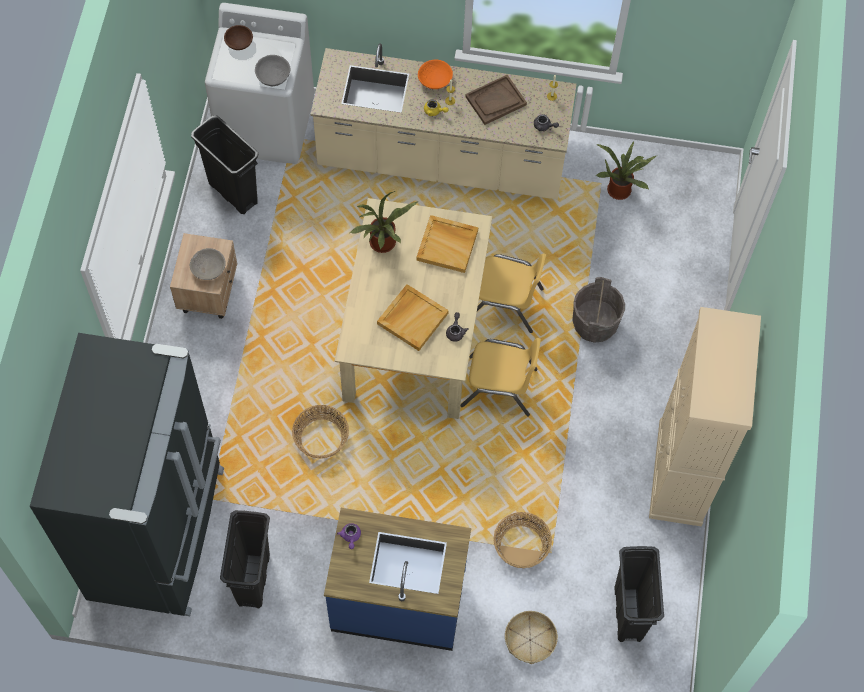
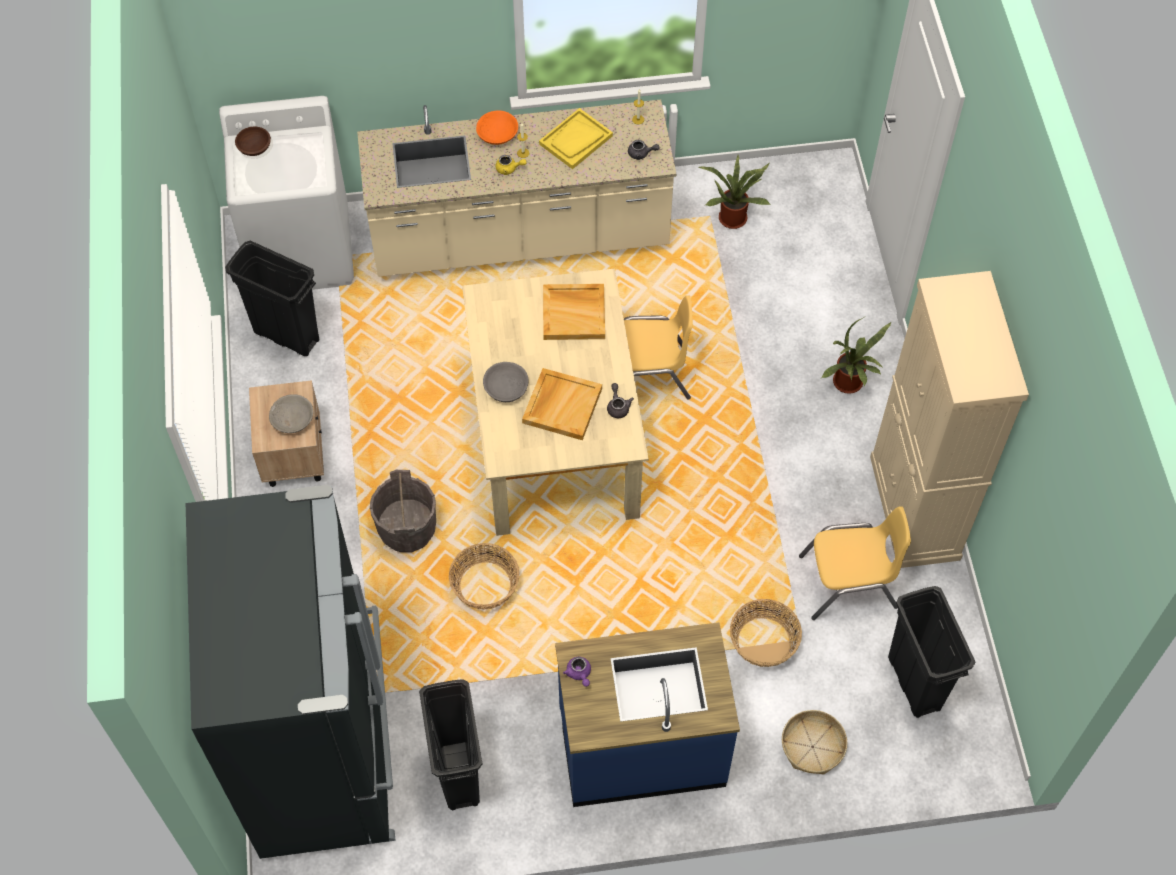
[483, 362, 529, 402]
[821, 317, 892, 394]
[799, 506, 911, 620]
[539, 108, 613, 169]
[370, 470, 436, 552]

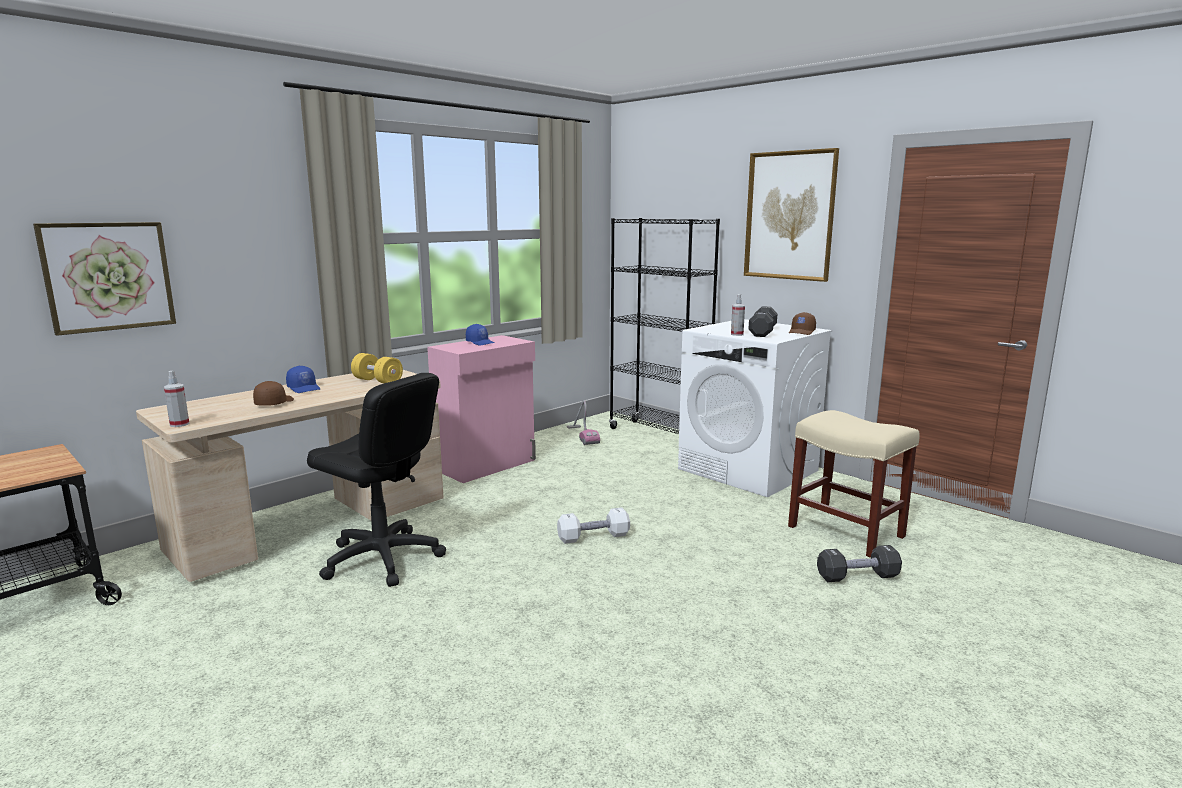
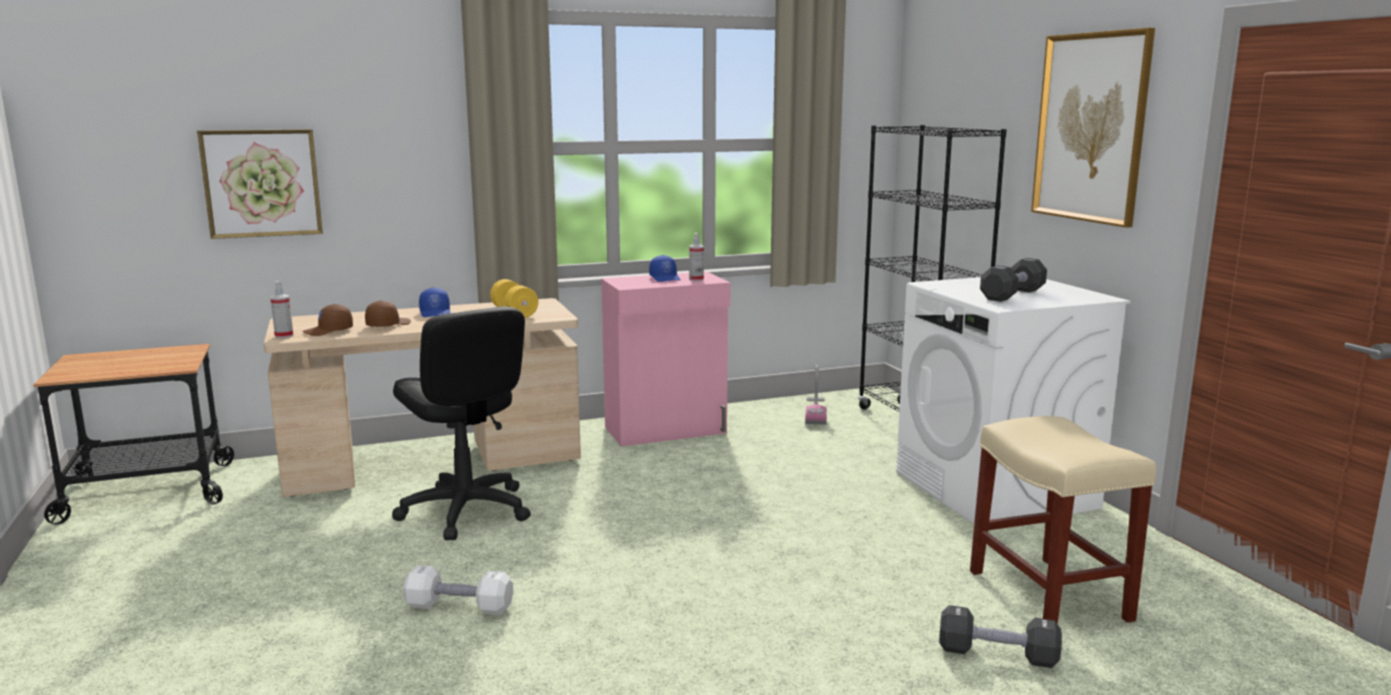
[403, 565, 513, 615]
[689, 233, 704, 281]
[302, 304, 353, 336]

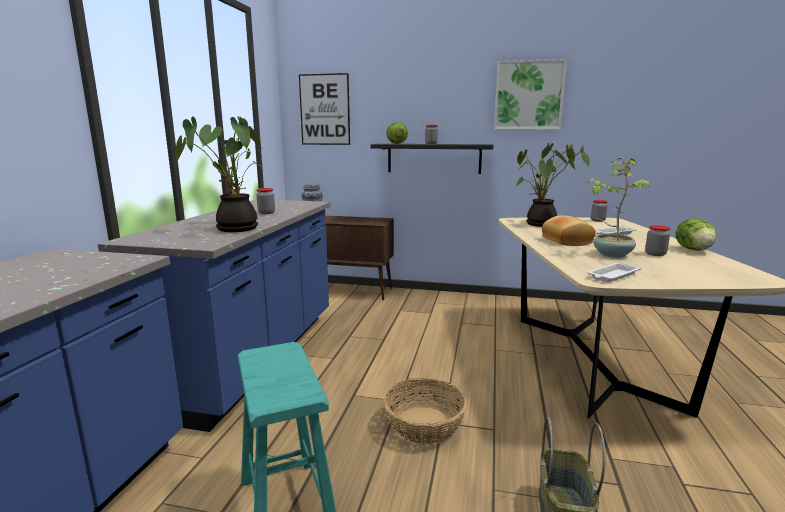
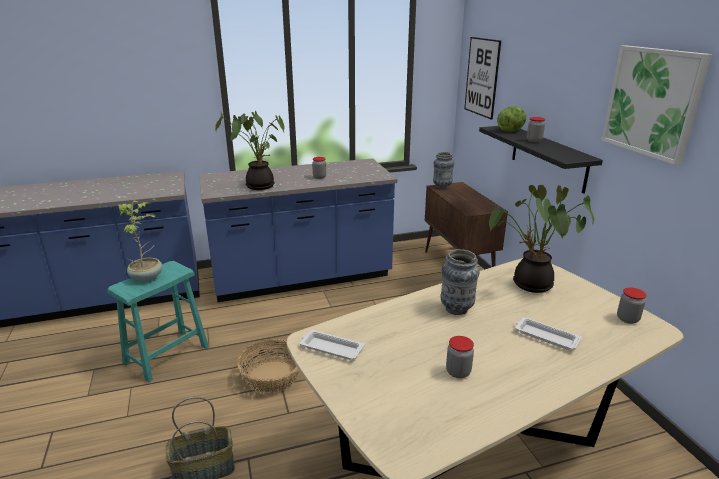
[440, 249, 480, 315]
[119, 201, 162, 282]
[676, 218, 716, 251] (first image)

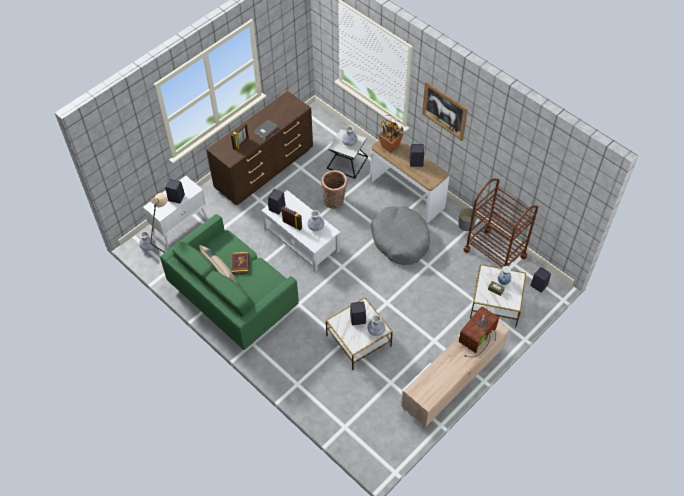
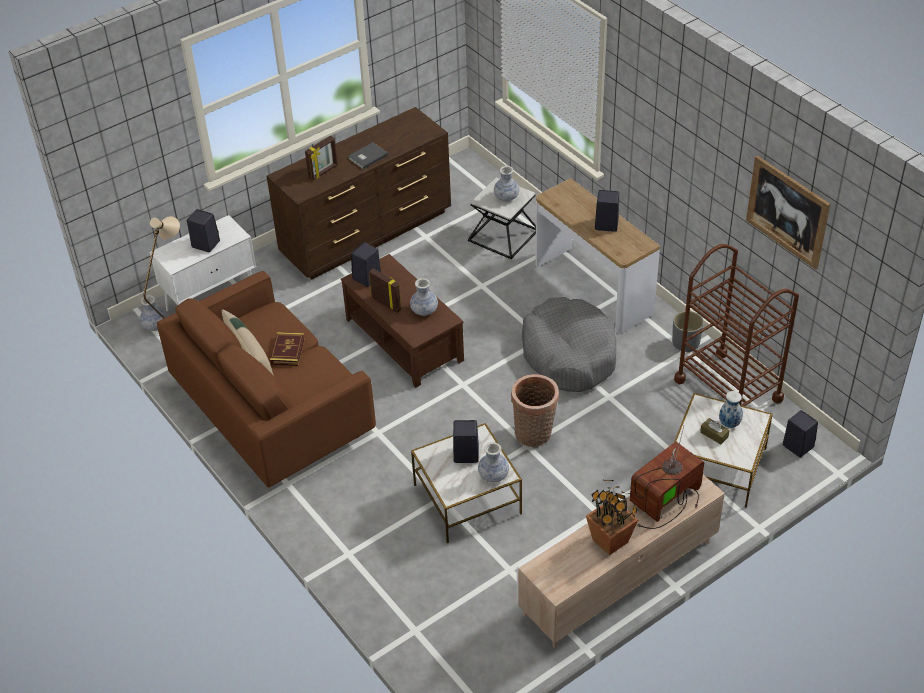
[157, 271, 376, 488]
[341, 254, 464, 388]
[511, 374, 559, 447]
[586, 480, 638, 555]
[746, 155, 830, 270]

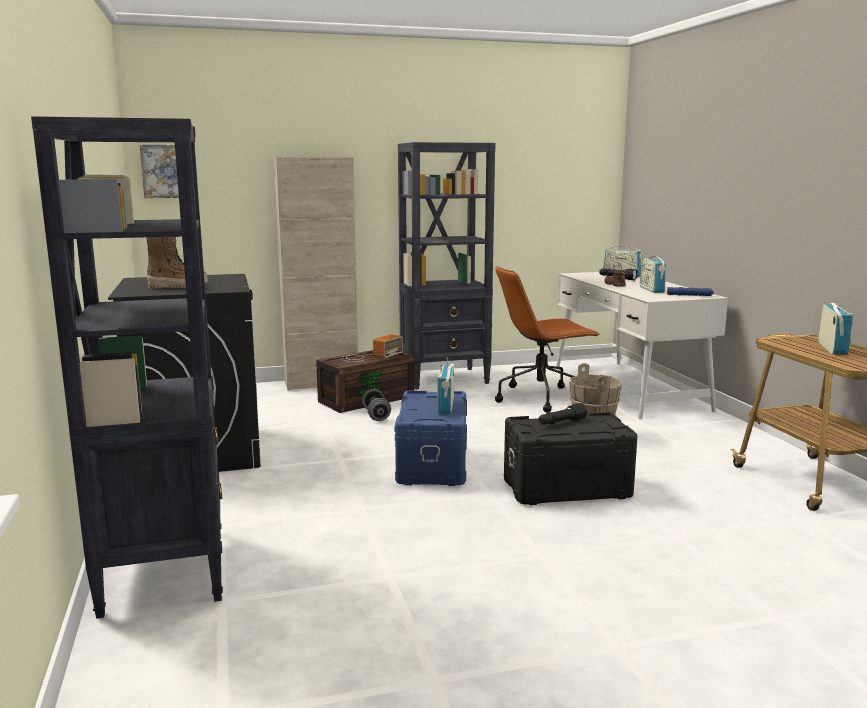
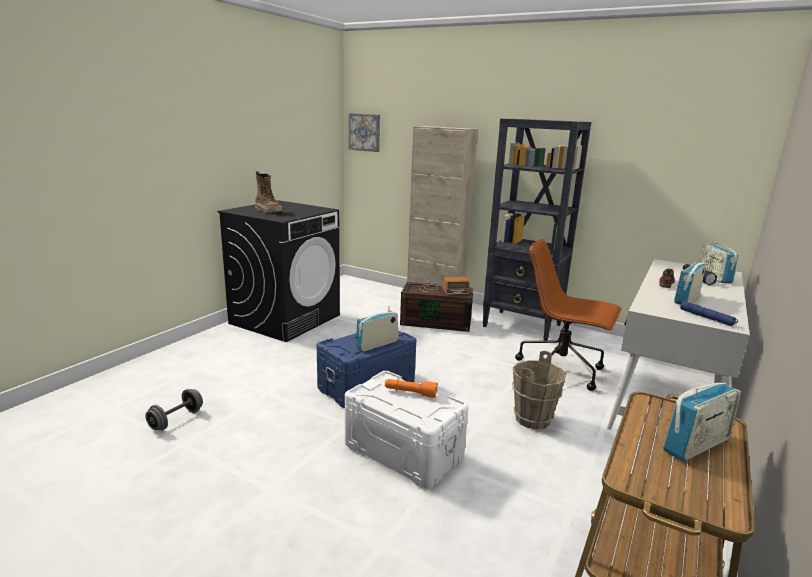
[31, 116, 223, 619] (first image)
[145, 389, 203, 430]
[345, 371, 469, 489]
[385, 378, 438, 398]

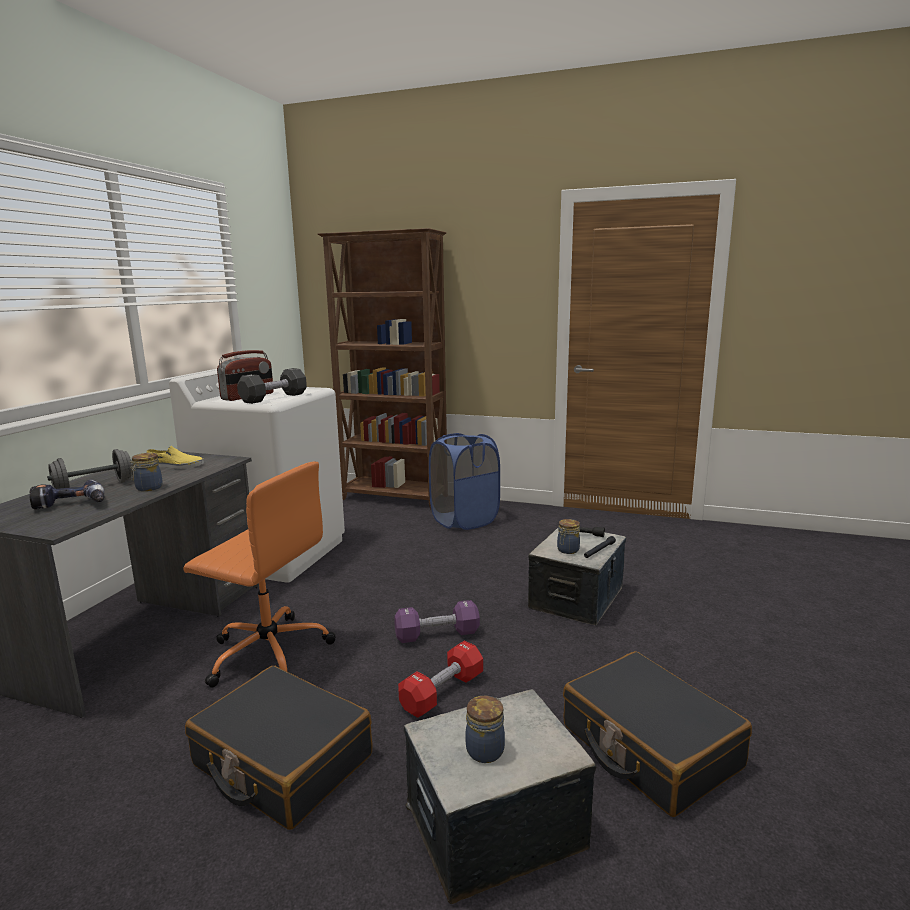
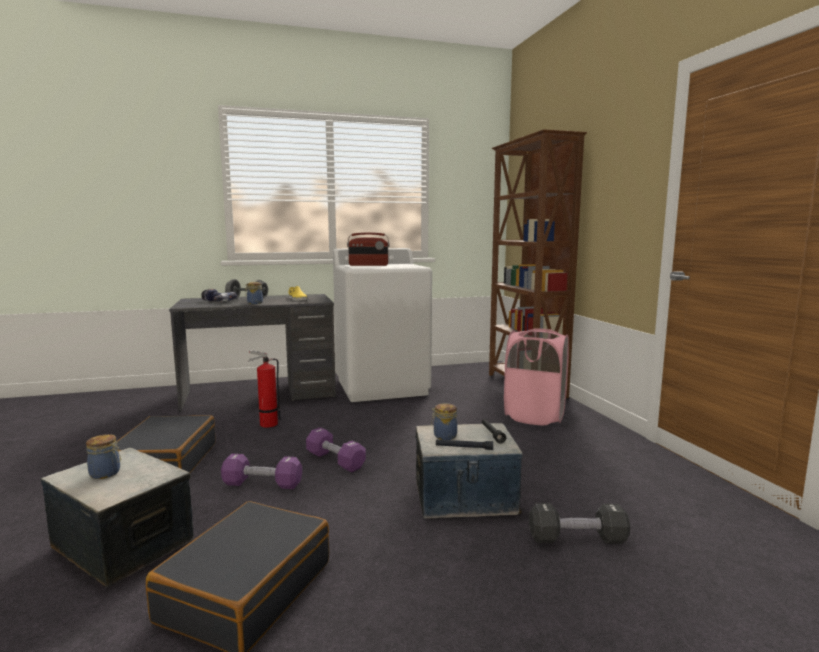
[248, 350, 281, 428]
[529, 503, 630, 544]
[221, 454, 302, 489]
[504, 328, 569, 425]

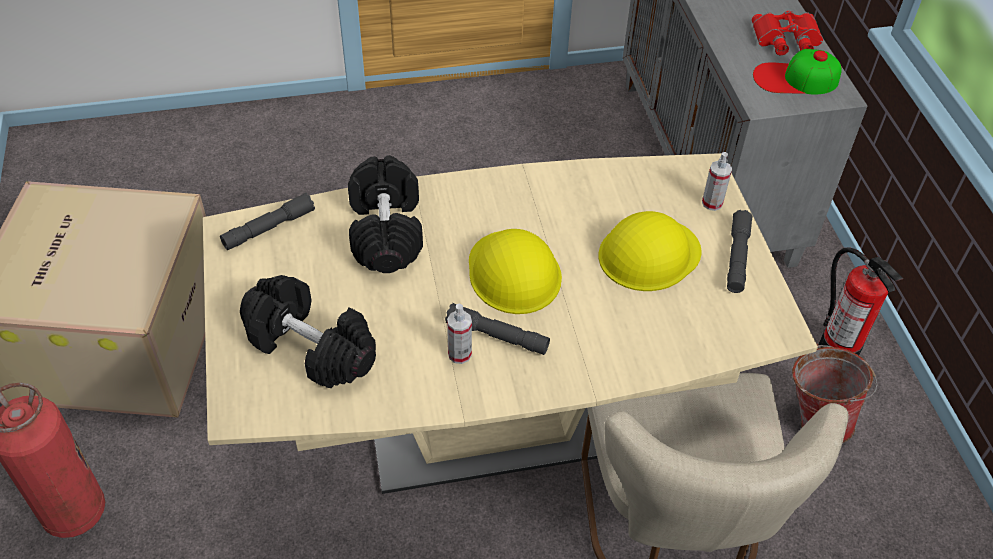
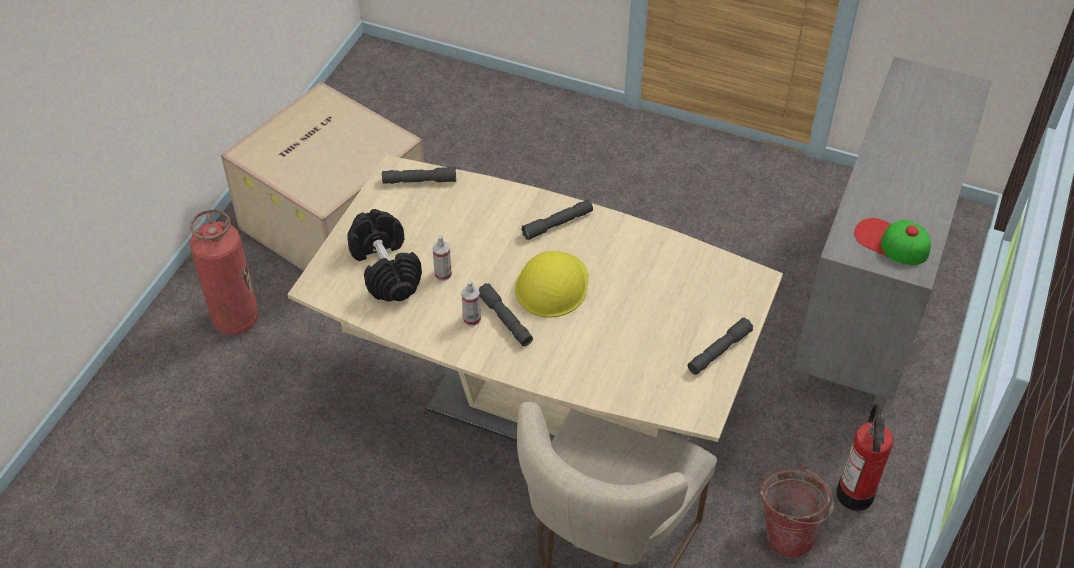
[348, 155, 423, 273] (first image)
[599, 211, 702, 291] (first image)
[432, 235, 452, 281]
[752, 10, 823, 55] (first image)
[521, 200, 593, 240]

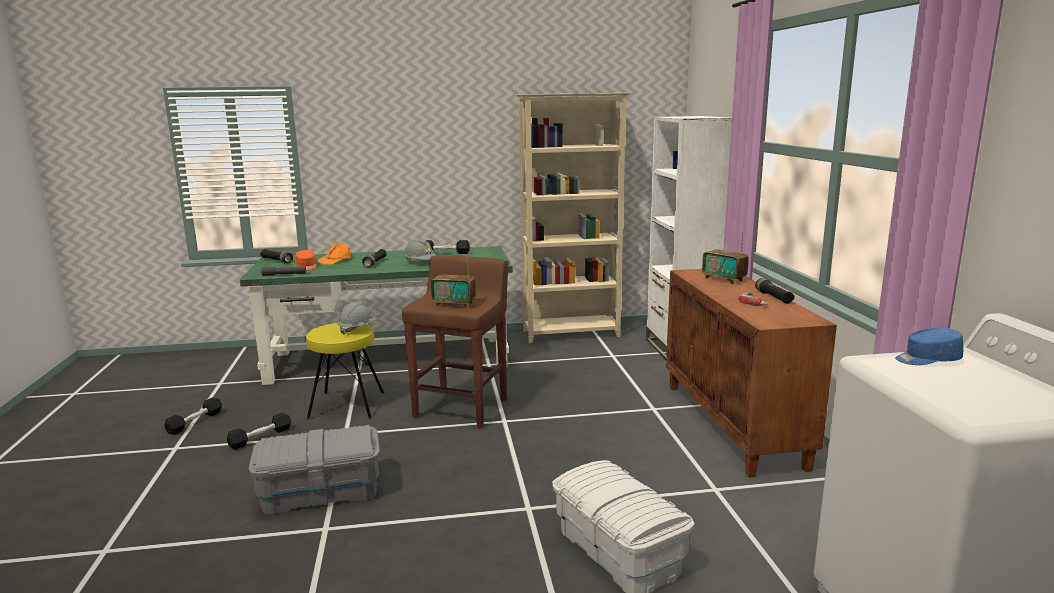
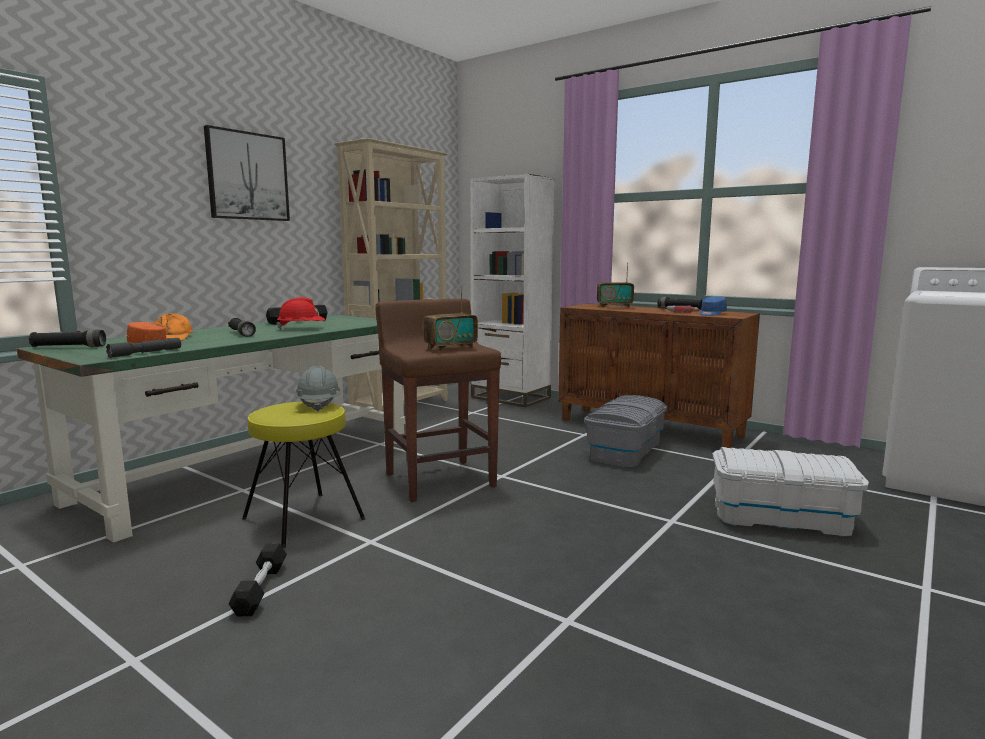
[164, 397, 222, 435] (first image)
[585, 395, 667, 467]
[276, 297, 325, 329]
[700, 296, 727, 316]
[204, 125, 290, 221]

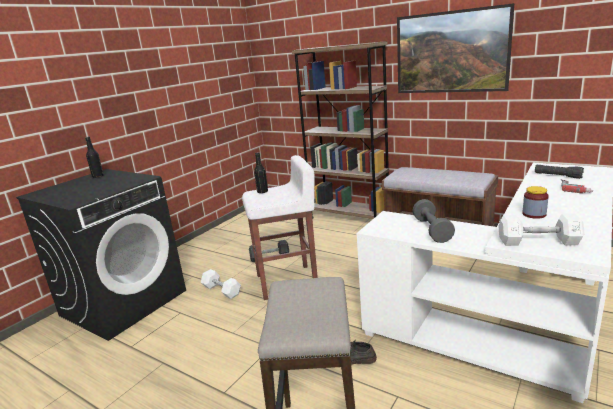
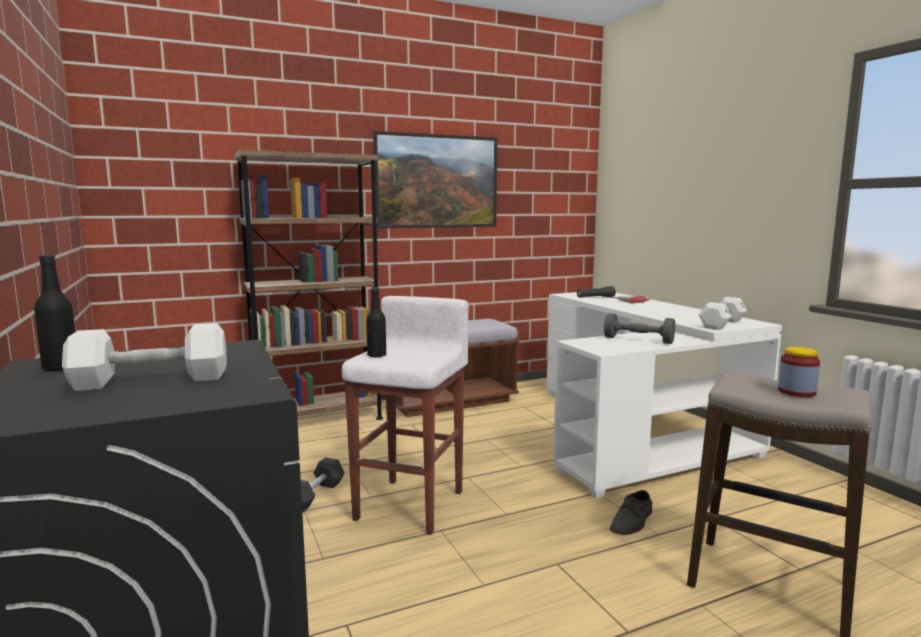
[62, 323, 227, 391]
[778, 347, 820, 397]

